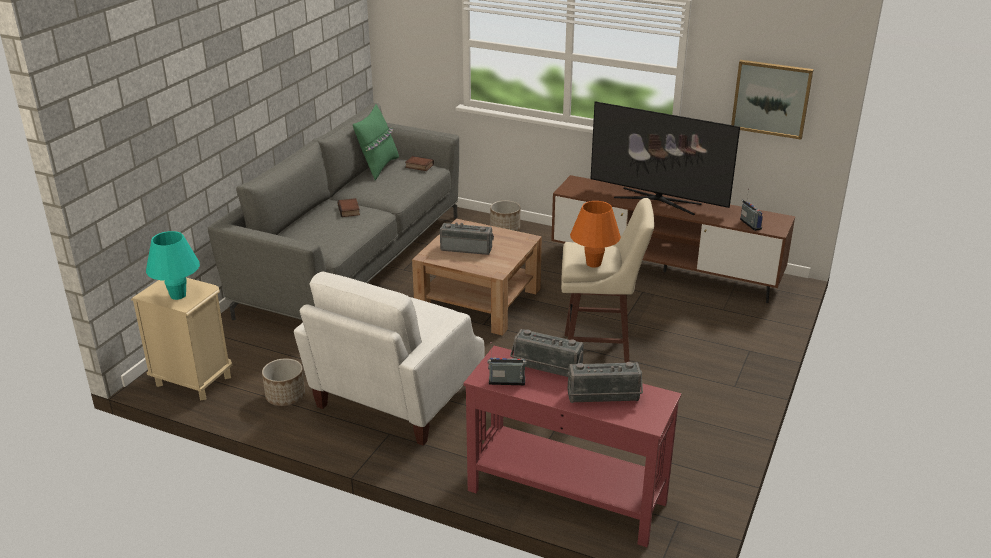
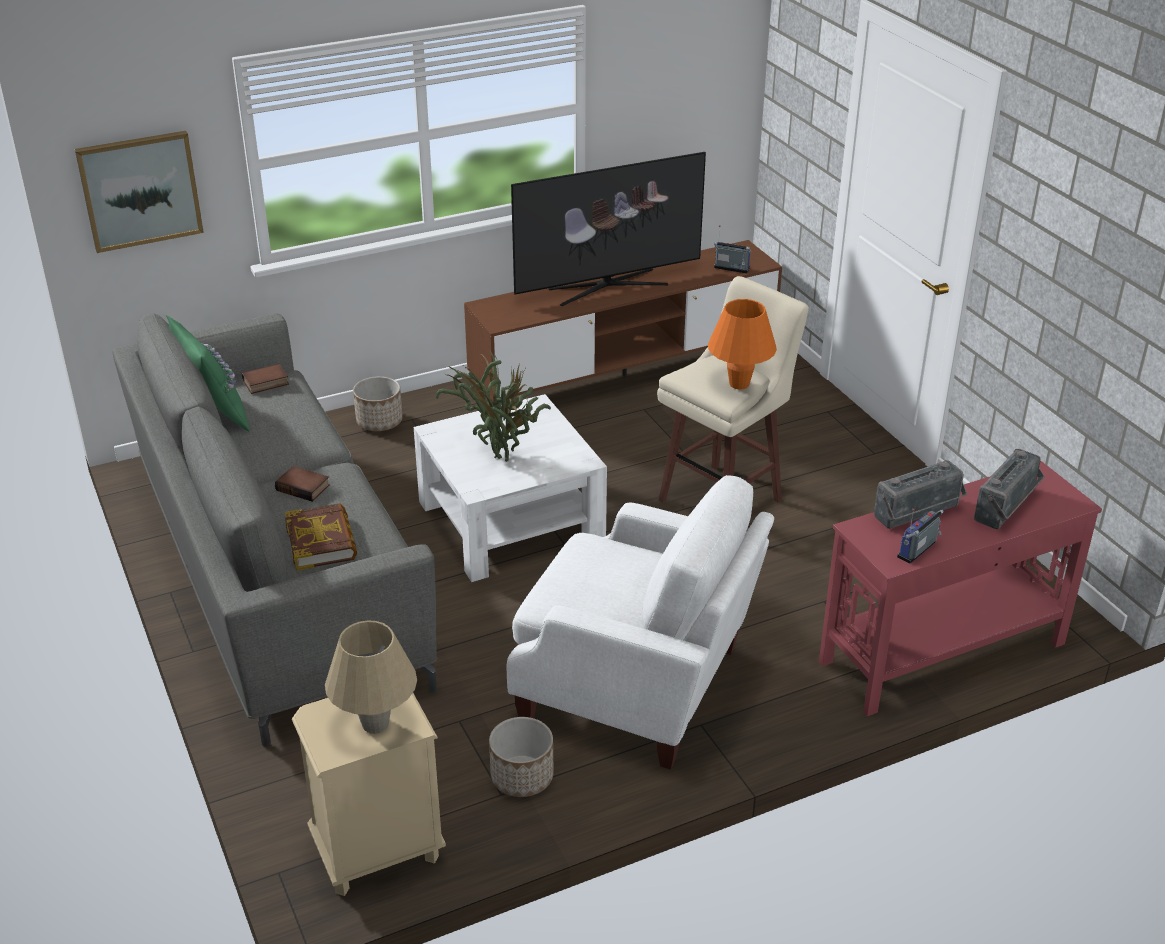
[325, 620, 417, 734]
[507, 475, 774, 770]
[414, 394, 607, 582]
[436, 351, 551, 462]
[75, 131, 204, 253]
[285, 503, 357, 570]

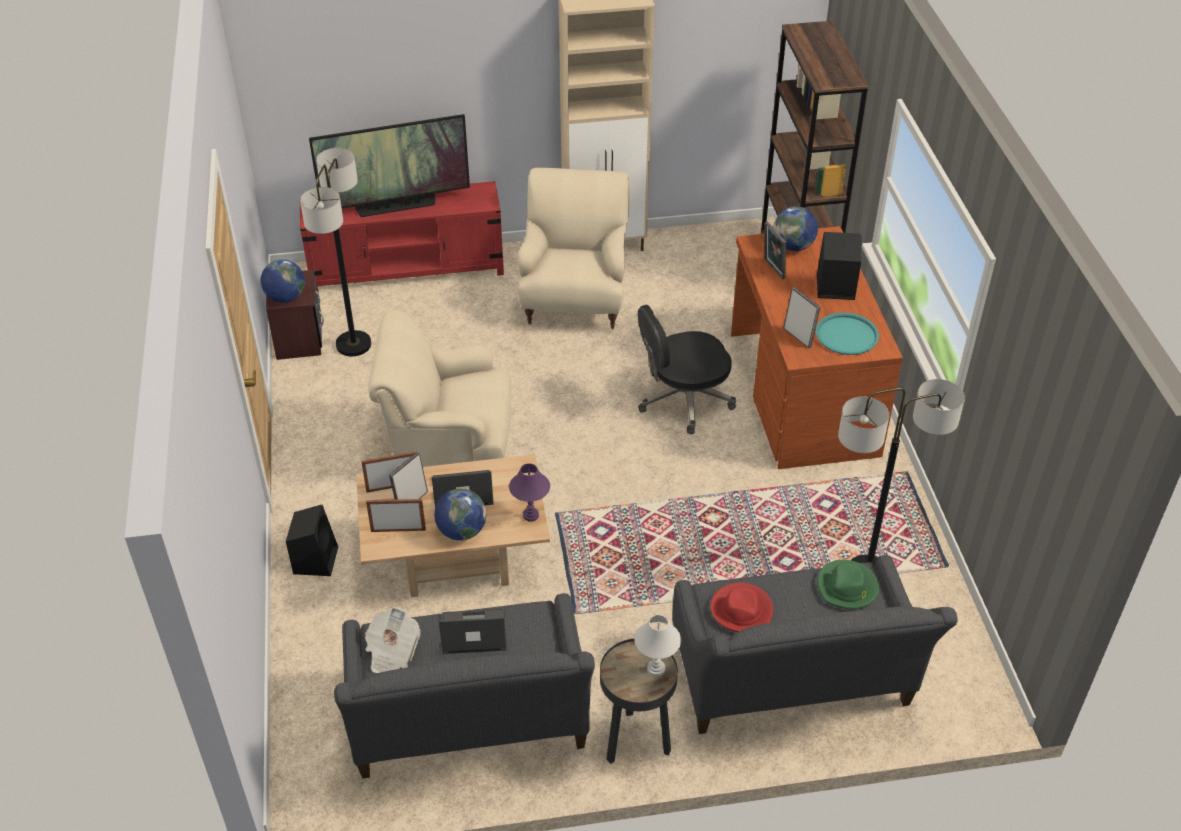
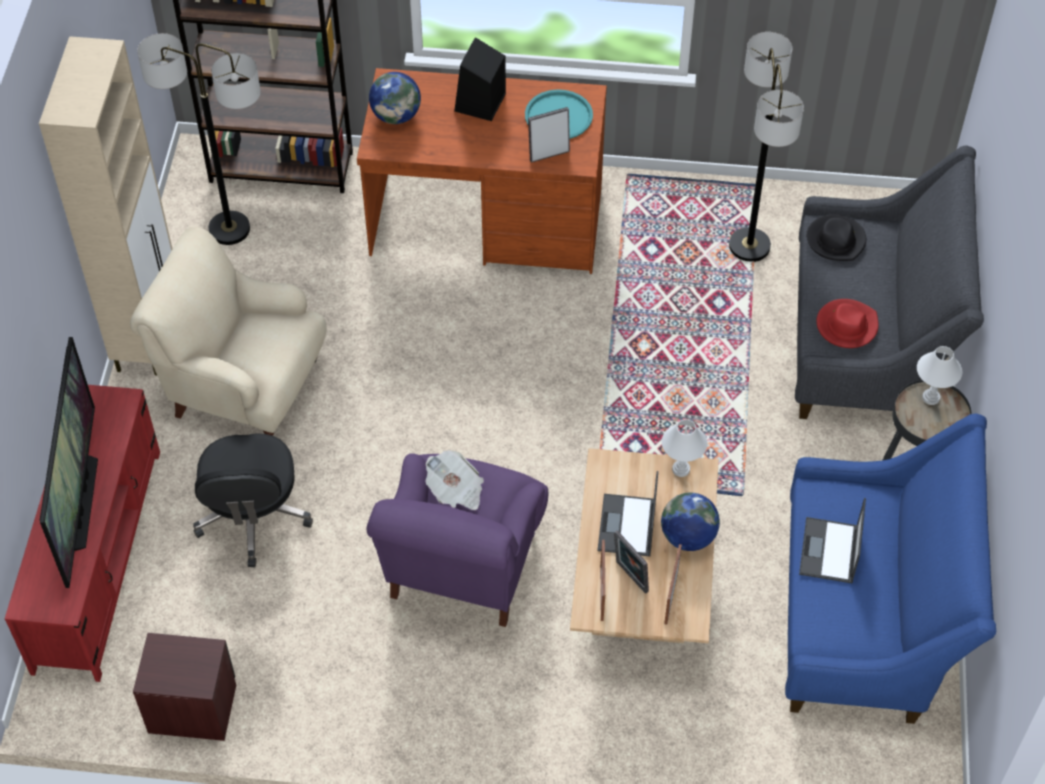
[261, 259, 305, 303] (first image)
[286, 505, 338, 576] (first image)
[137, 33, 261, 245]
[785, 414, 996, 724]
[425, 450, 484, 510]
[367, 454, 548, 627]
[662, 419, 707, 477]
[193, 434, 313, 567]
[765, 222, 786, 279] (first image)
[806, 214, 866, 261]

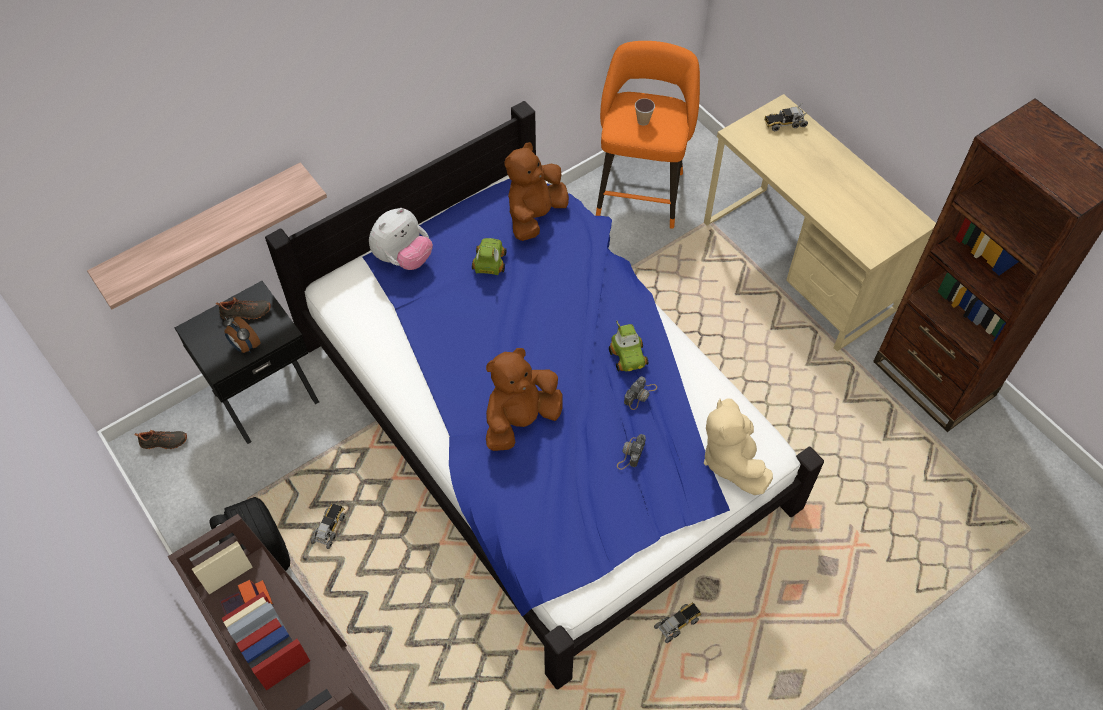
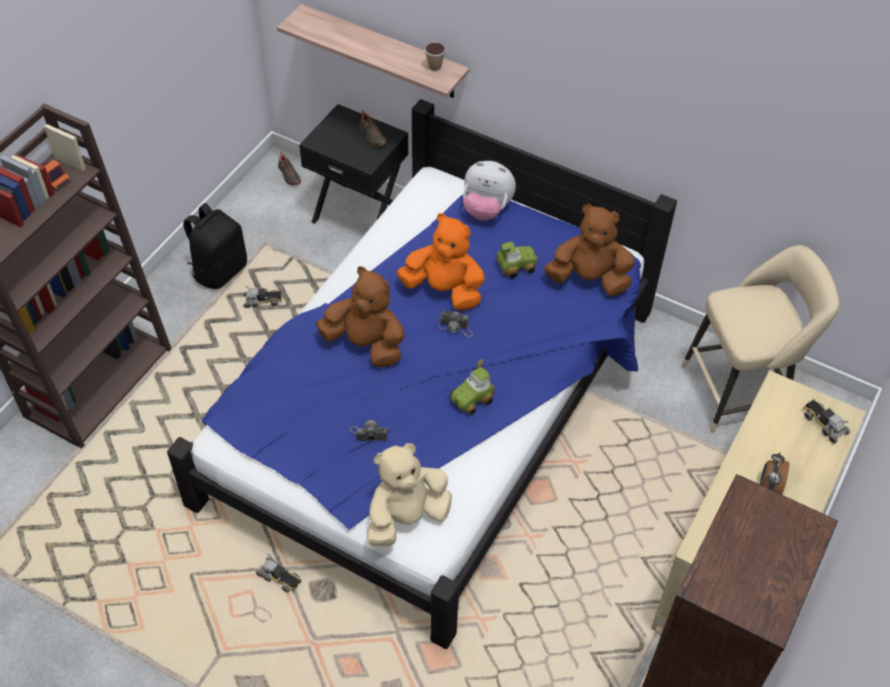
[760, 452, 789, 495]
[681, 245, 839, 433]
[439, 311, 473, 337]
[425, 42, 446, 71]
[396, 213, 485, 311]

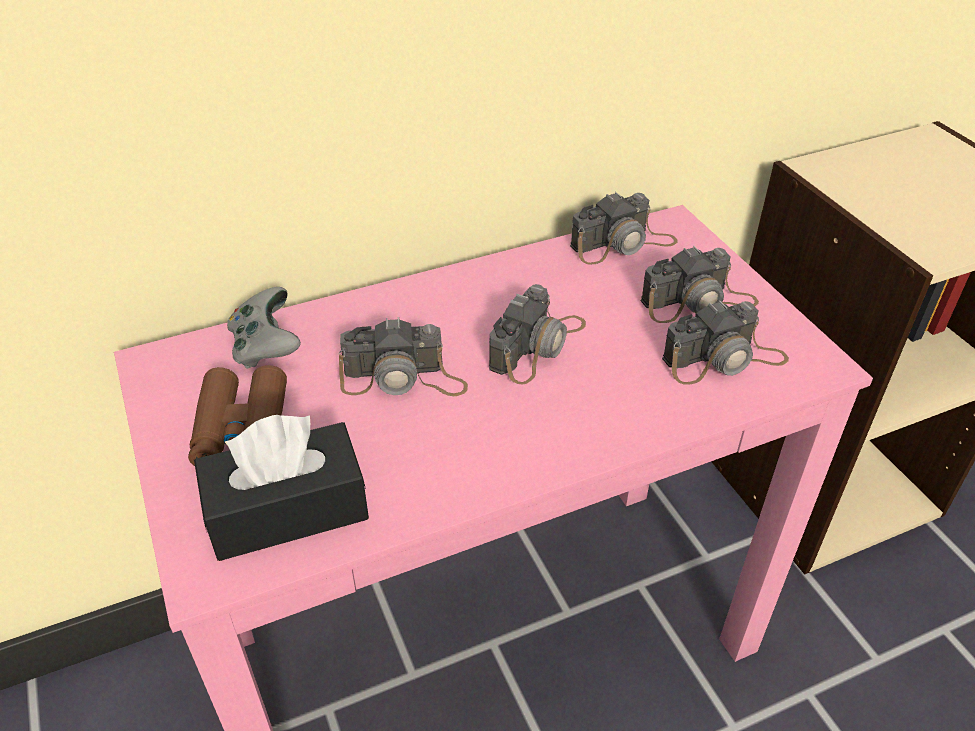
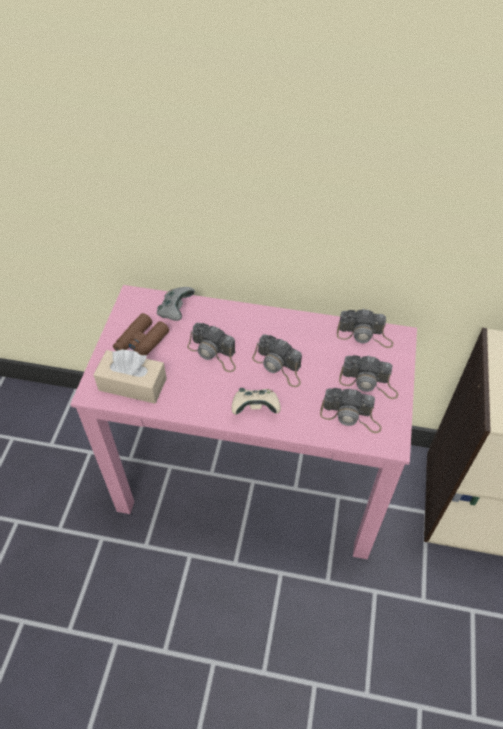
[93, 349, 167, 404]
[252, 335, 302, 387]
[231, 388, 281, 415]

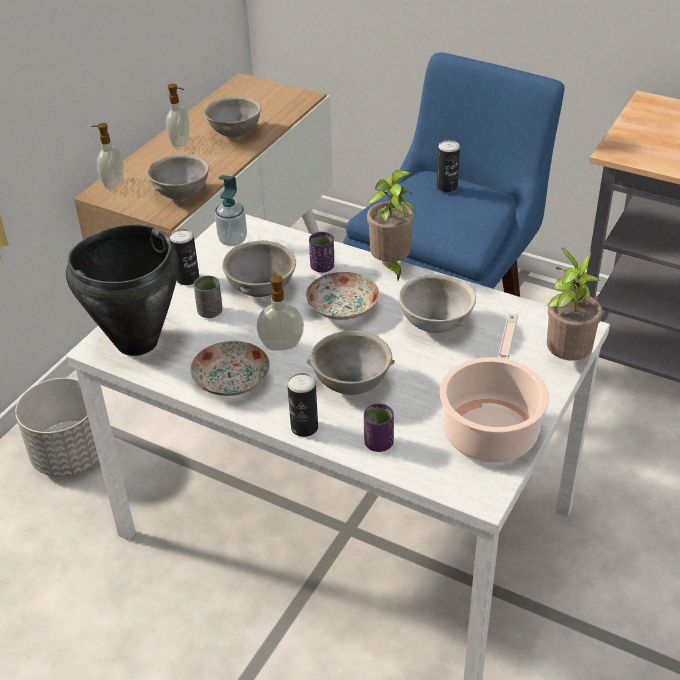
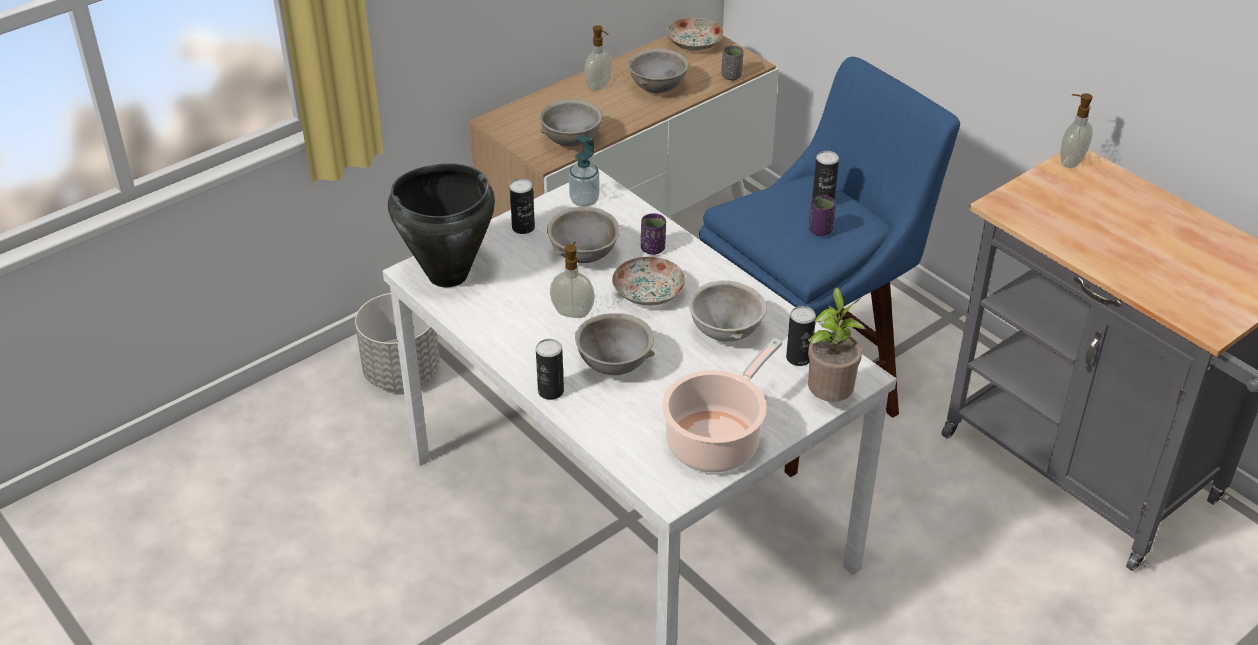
[1060, 93, 1093, 168]
[667, 18, 723, 51]
[721, 45, 743, 80]
[809, 195, 836, 236]
[366, 170, 416, 280] (first image)
[786, 306, 816, 366]

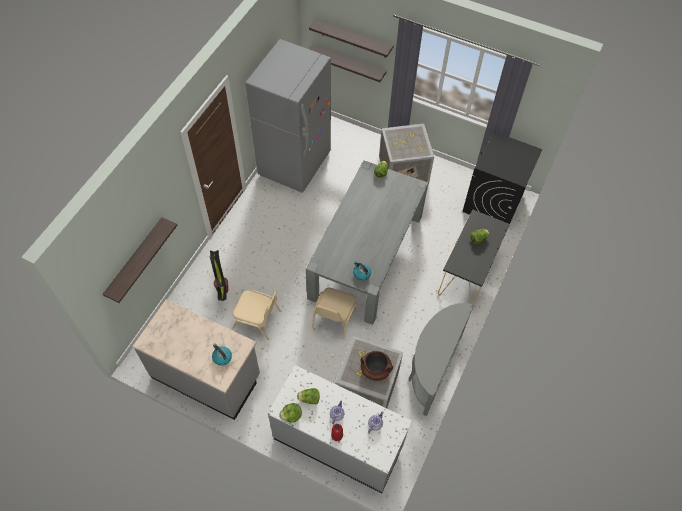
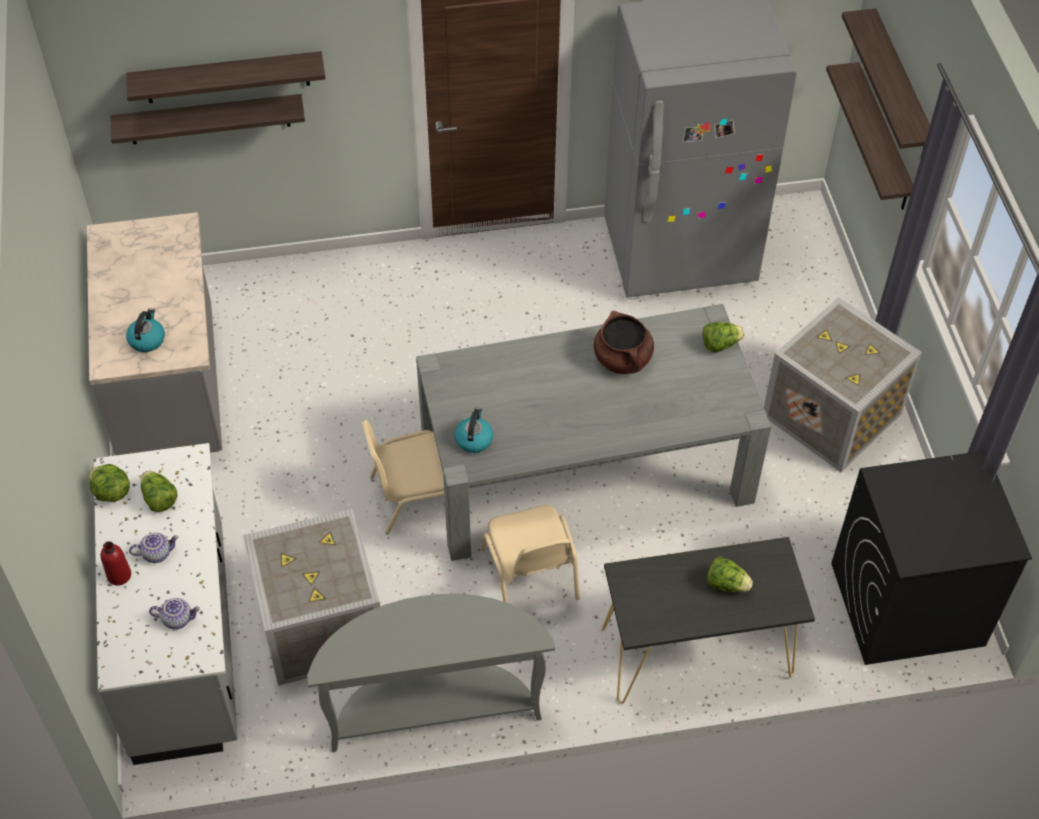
[209, 250, 228, 301] (first image)
[480, 505, 580, 603]
[594, 311, 654, 374]
[126, 51, 326, 103]

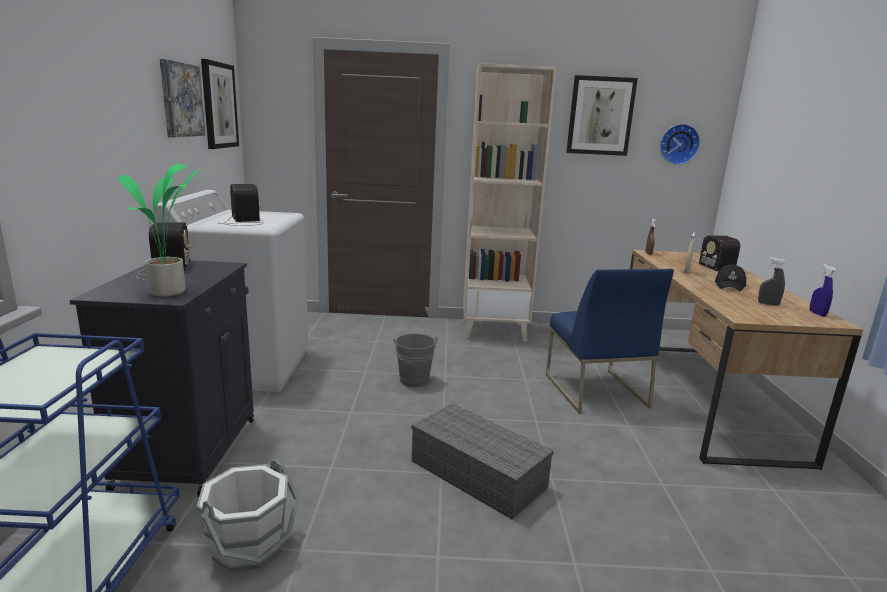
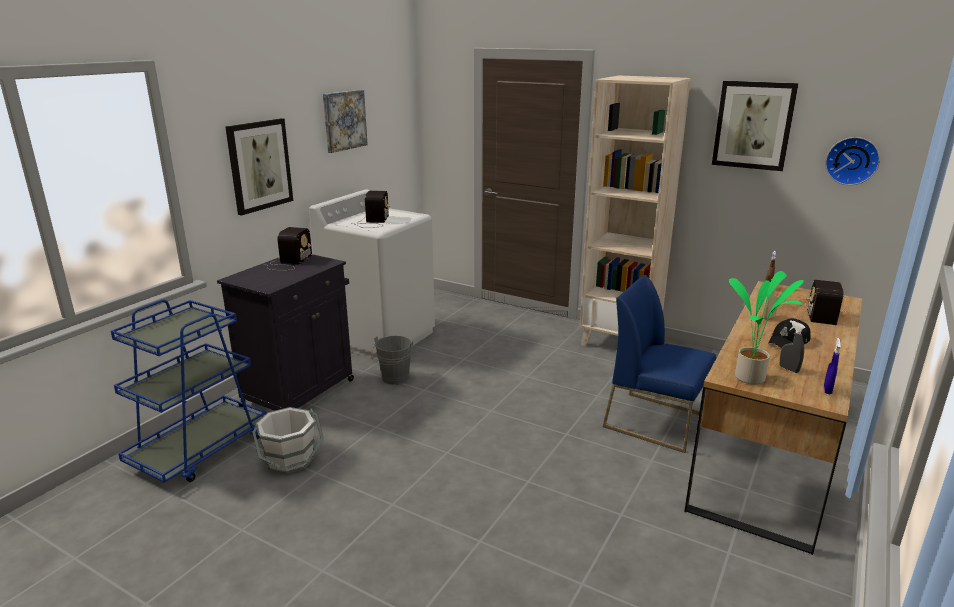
[729, 271, 804, 385]
[225, 118, 293, 216]
[371, 335, 413, 385]
[411, 404, 554, 519] (first image)
[603, 275, 716, 453]

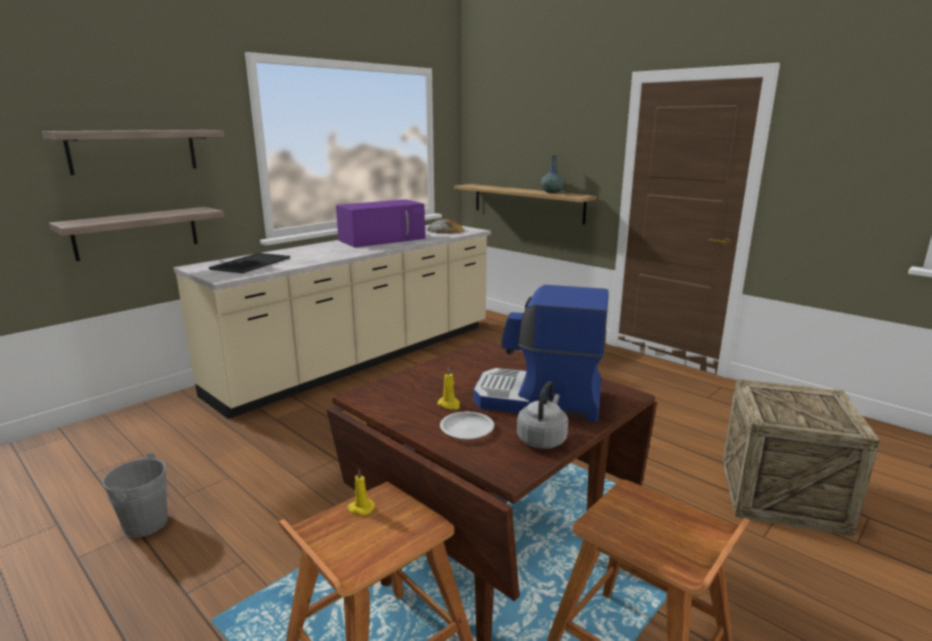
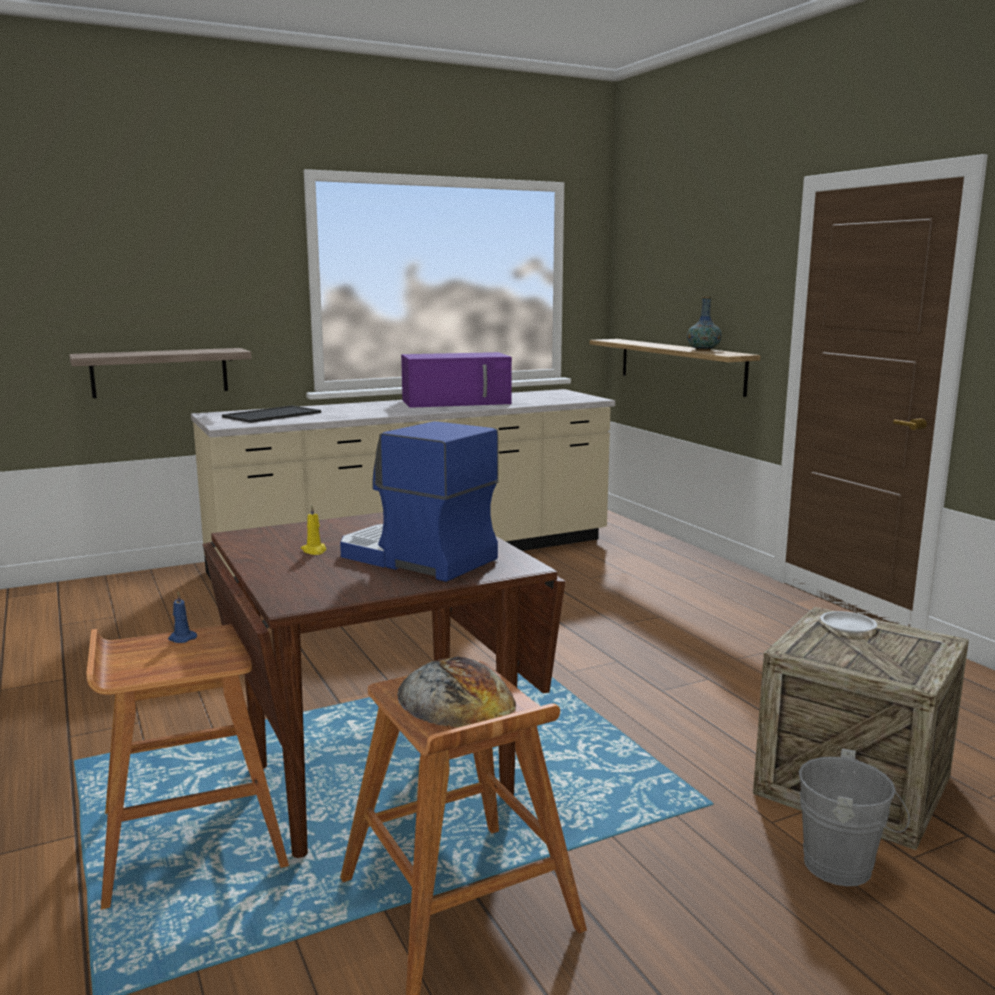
[42, 130, 224, 175] (first image)
[799, 749, 910, 886]
[168, 592, 197, 643]
[397, 657, 516, 727]
[820, 611, 877, 633]
[517, 381, 568, 449] (first image)

